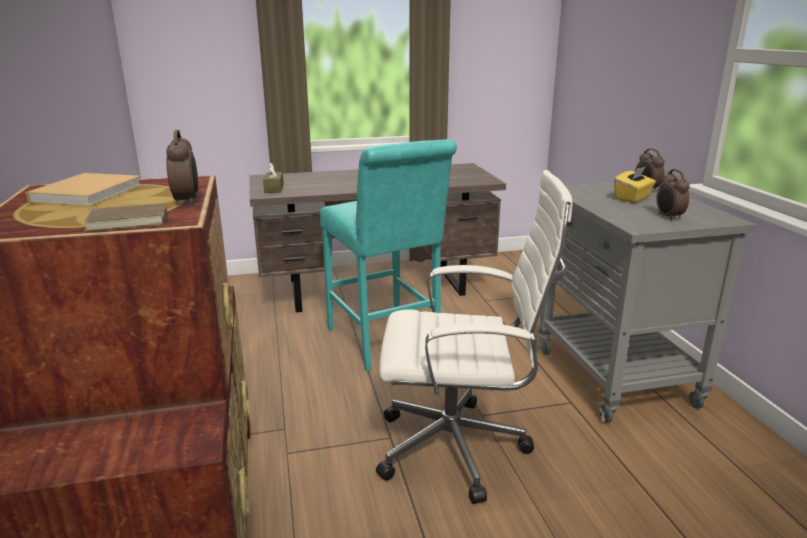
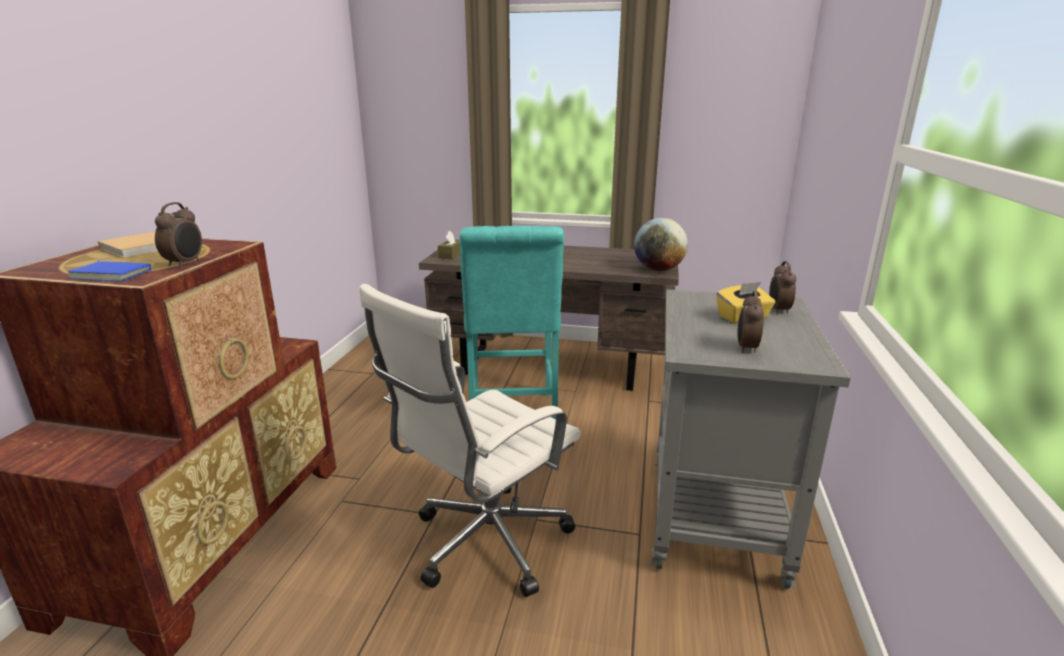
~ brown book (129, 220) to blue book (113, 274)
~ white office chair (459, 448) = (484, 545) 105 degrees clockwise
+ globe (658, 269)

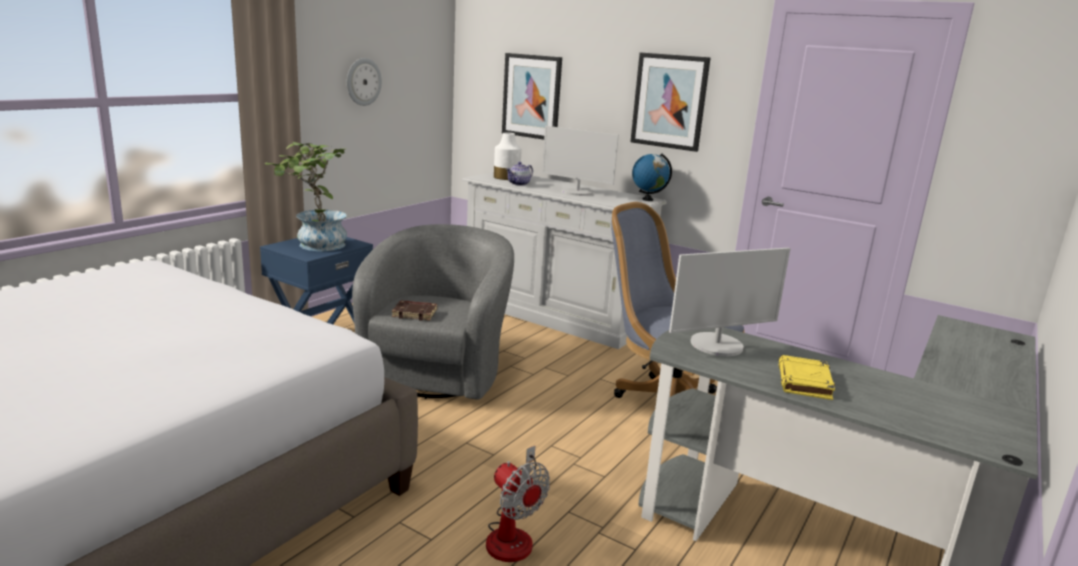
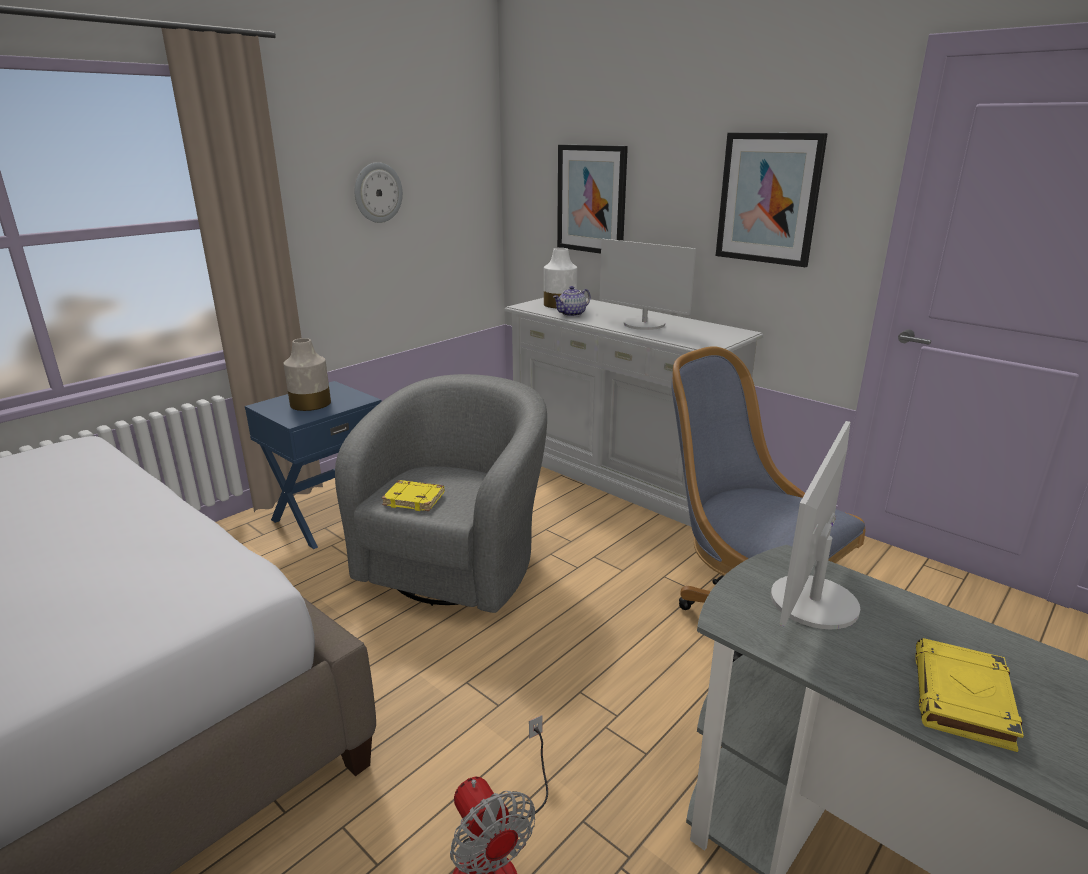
~ potted plant (315, 245) to beige vase (310, 403)
~ brown book (415, 313) to yellow book (415, 499)
- globe (647, 199)
~ monitor (717, 345) = (812, 602) 135 degrees clockwise

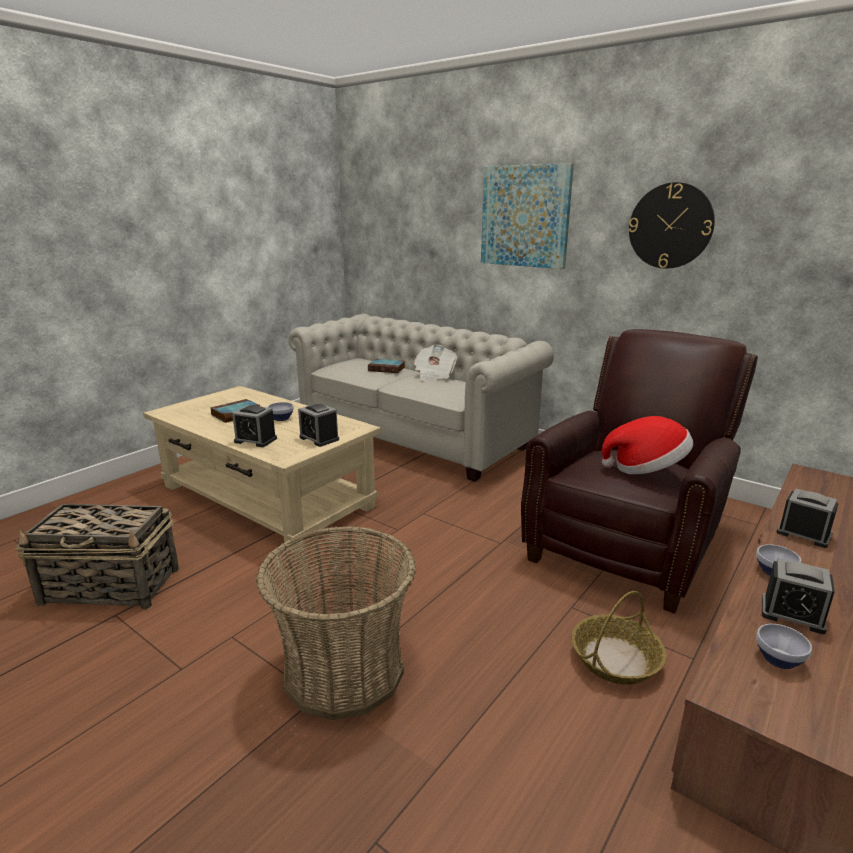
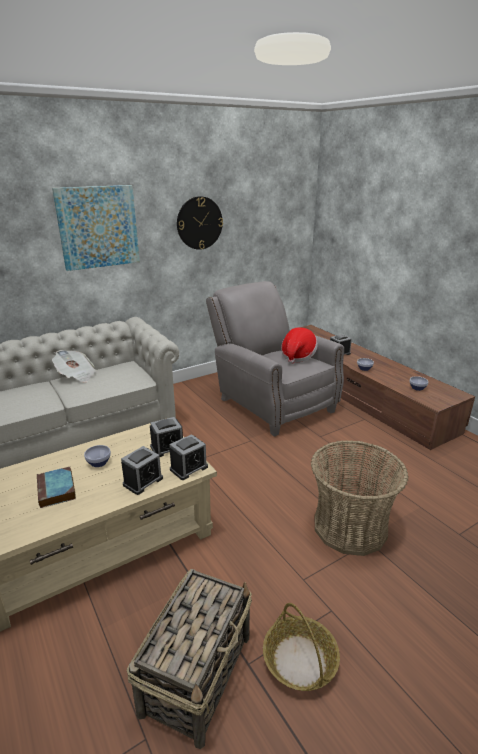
- book (387, 369)
~ brown armchair (629, 540) to grey armchair (271, 401)
~ basket (615, 659) to (300, 660)
~ alarm clock (792, 614) to (189, 468)

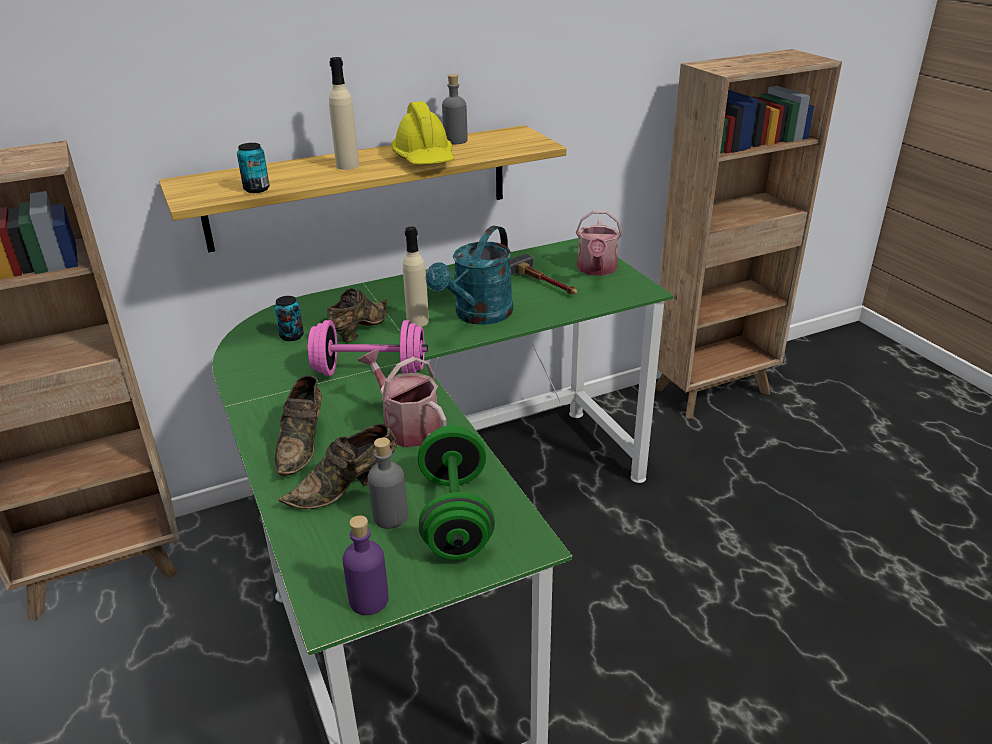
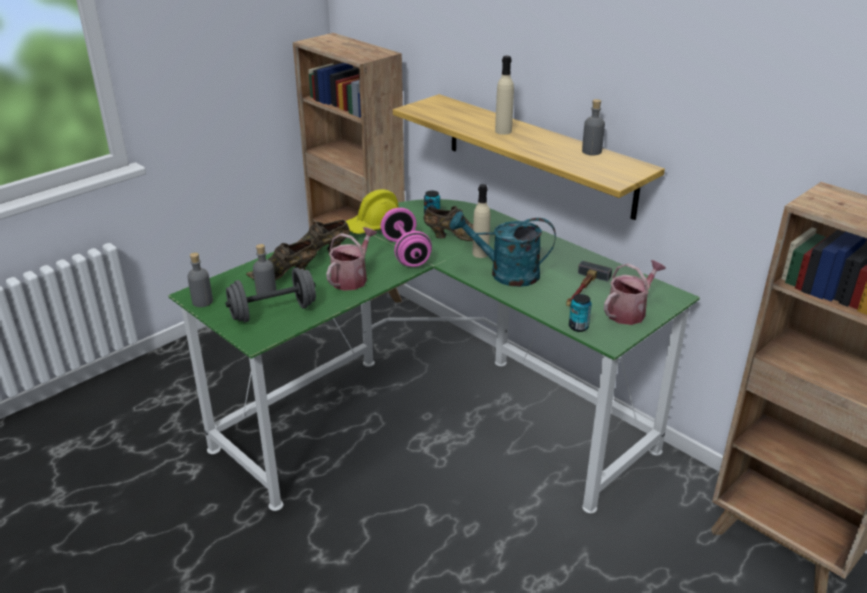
~ can (256, 189) to (578, 327)
~ brown shoe (347, 488) = (286, 274) 60 degrees counterclockwise
~ purple bottle (369, 600) to grey bottle (202, 302)
~ yellow hard hat (424, 159) to (373, 227)
~ green dumbbell (455, 516) to grey dumbbell (273, 312)
~ watering can (596, 270) = (629, 311) 150 degrees clockwise

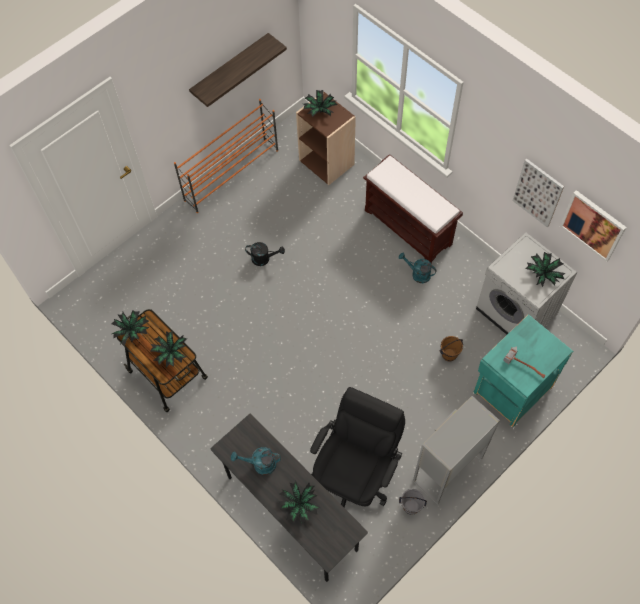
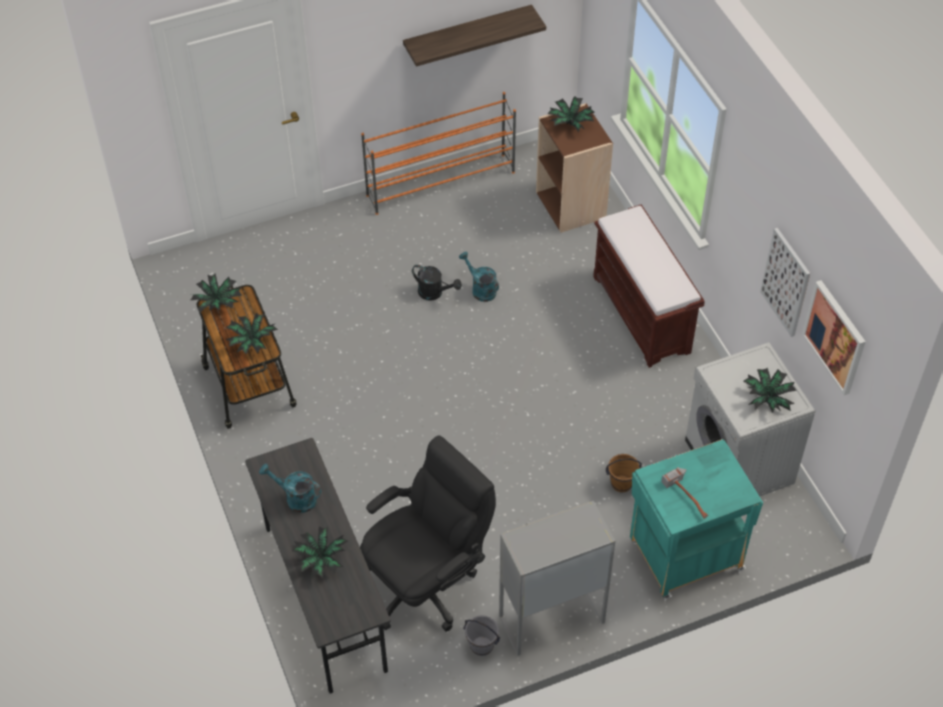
~ turquoise watering can (417, 274) to (480, 289)

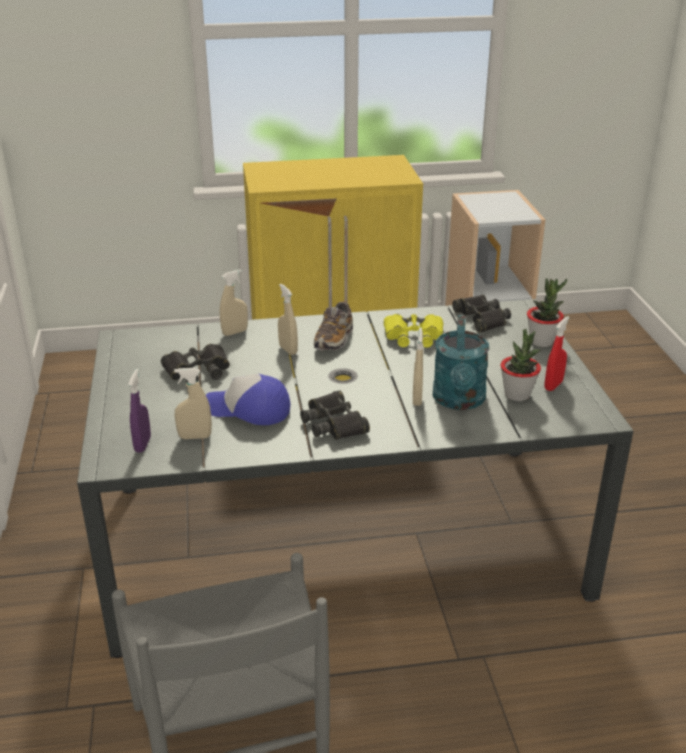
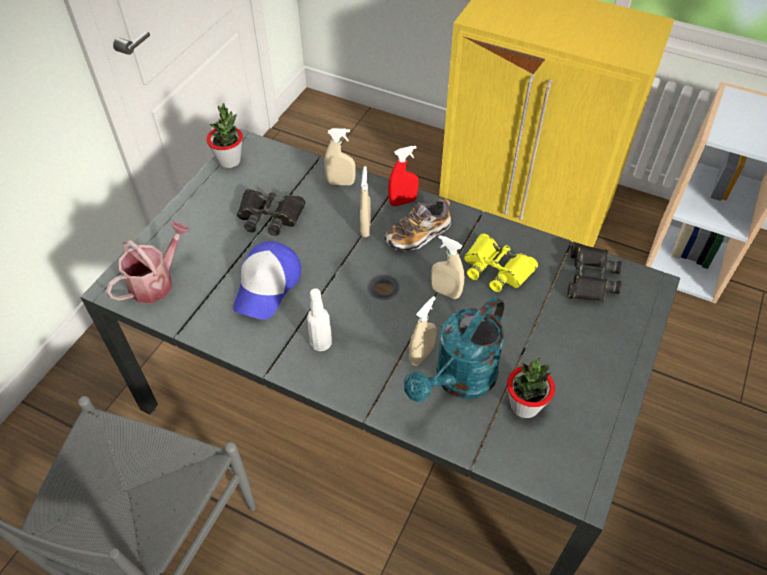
~ purple spray bottle (142, 444) to watering can (156, 282)
~ beige spray bottle (195, 437) to (445, 292)
~ cap (248, 409) = (267, 286) 120 degrees counterclockwise
~ black binoculars (334, 423) to white bottle (321, 343)
~ potted plant (541, 341) to (229, 161)
~ red spray bottle (553, 385) to (403, 202)

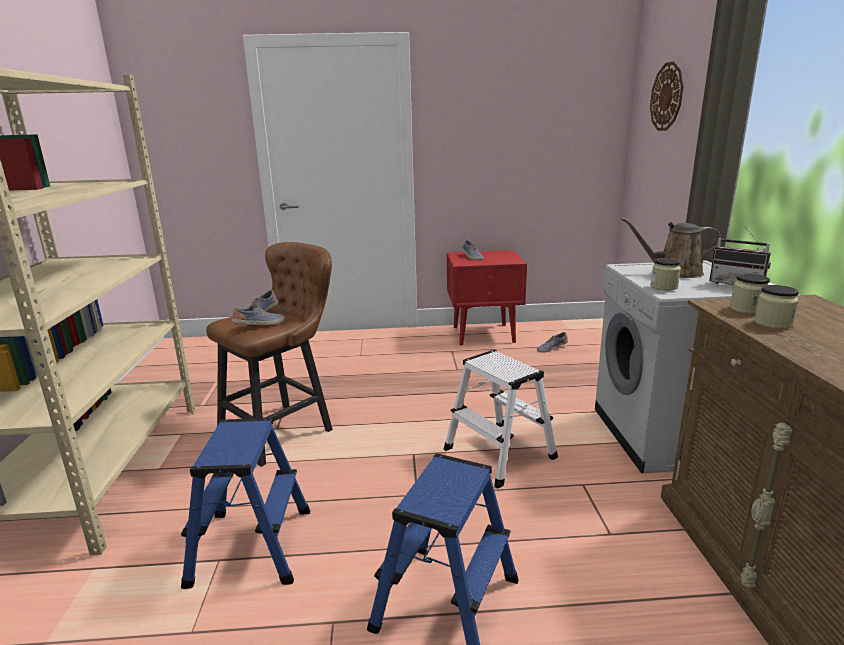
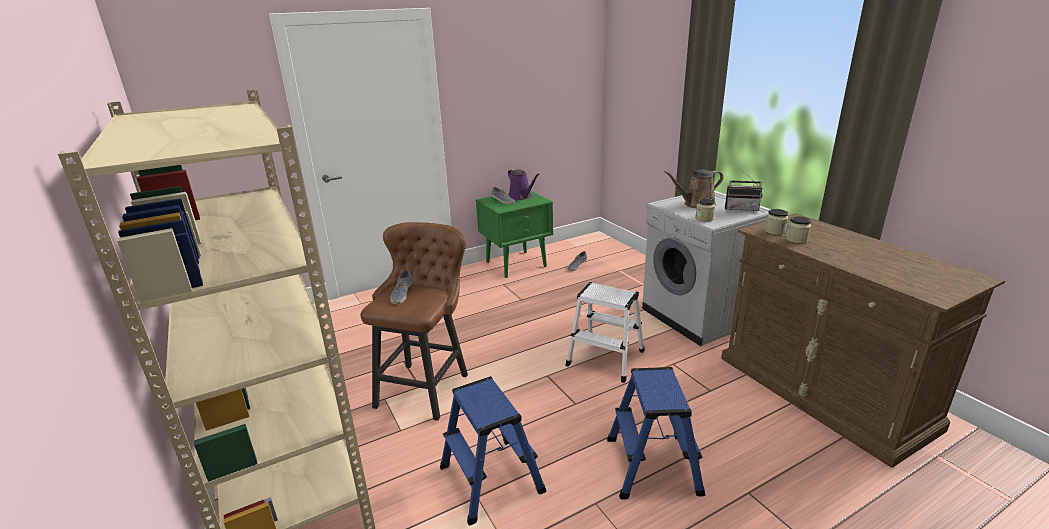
- shoe (260, 325)
~ red nightstand (484, 334) to green nightstand (517, 264)
- wall clock (667, 97)
+ purple watering can (521, 196)

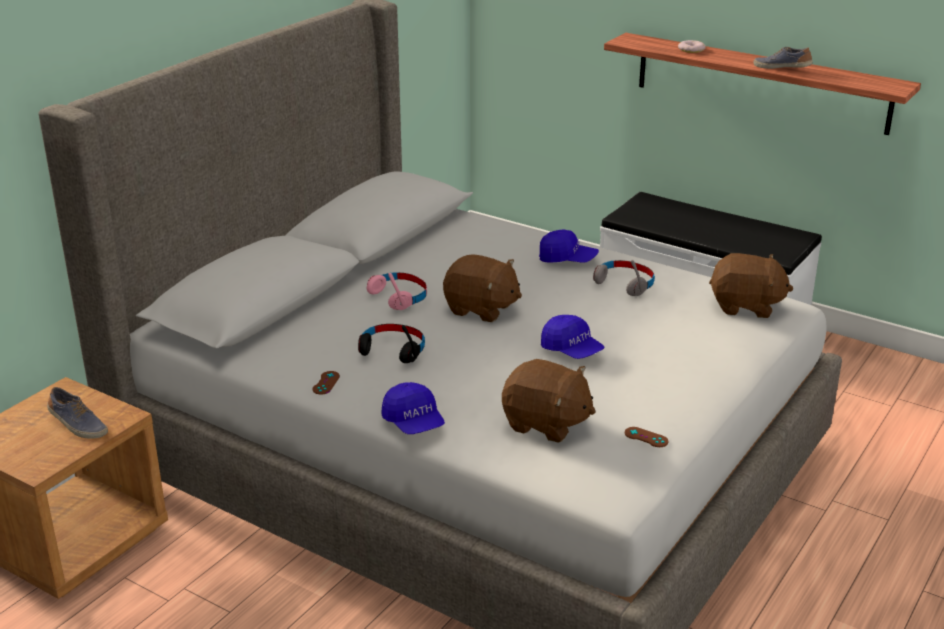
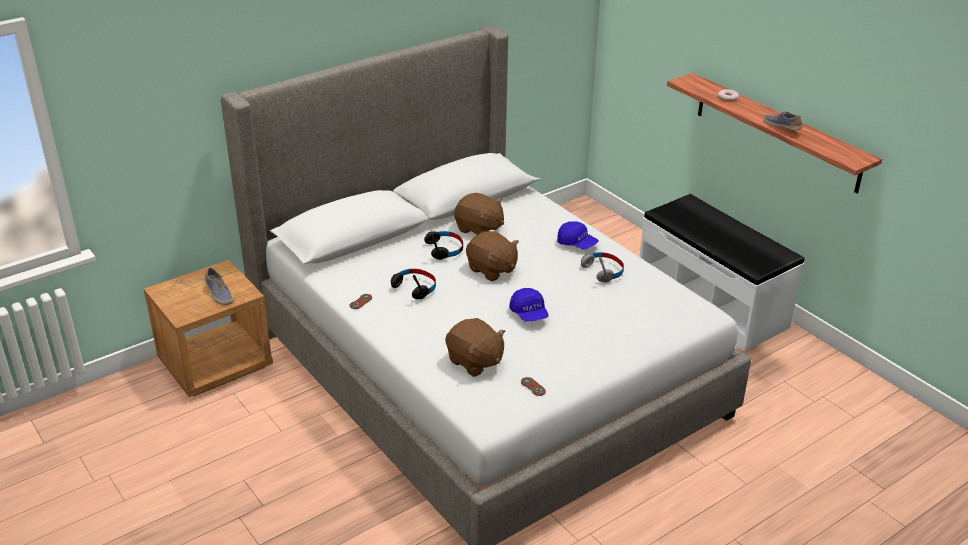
~ pink headphones (399, 297) to black headphones (444, 249)
- blue cap (414, 423)
~ brown plush toy (746, 306) to (479, 229)

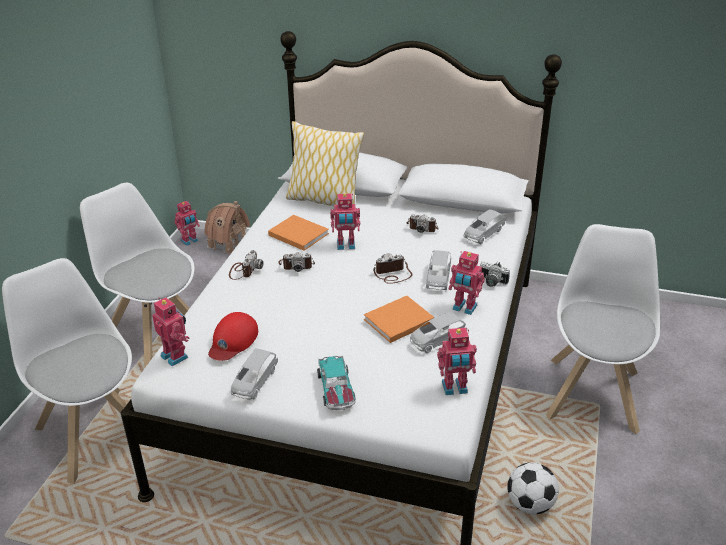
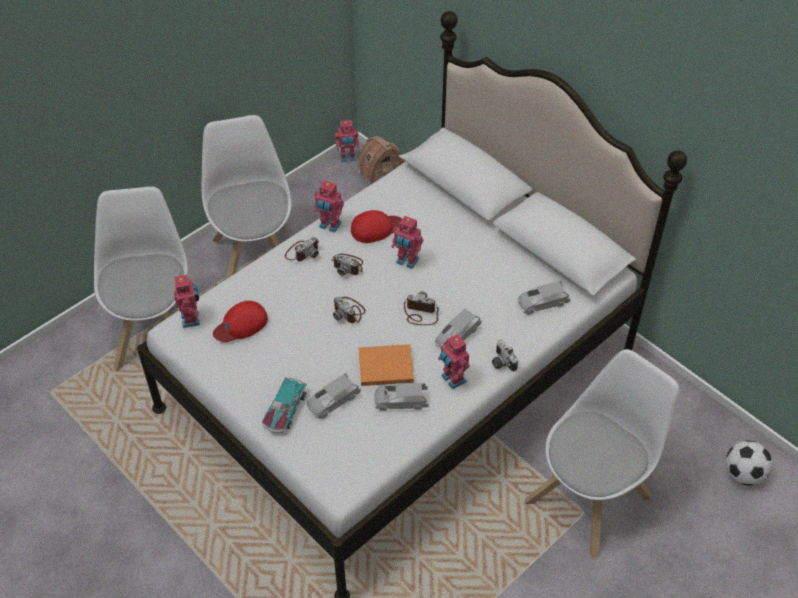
~ grey toy car (254, 382) to (333, 401)
~ orange book (297, 234) to red cap (376, 228)
- pillow (324, 200)
~ photo camera (422, 227) to (349, 311)
~ toy robot (455, 388) to (329, 226)
~ football (530, 504) to (743, 474)

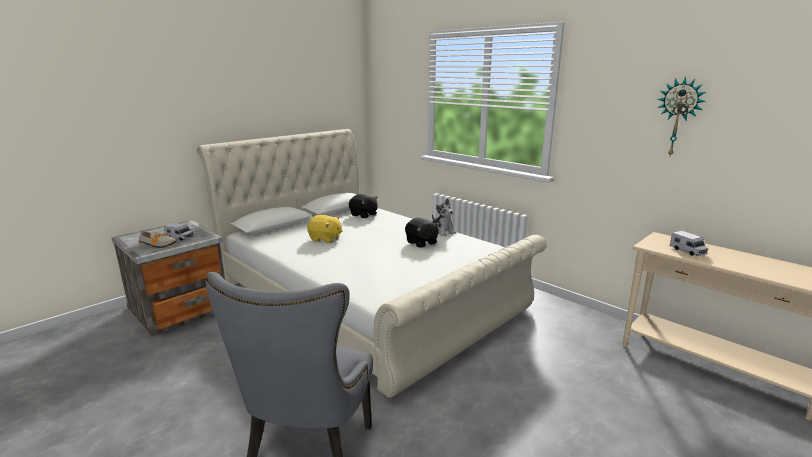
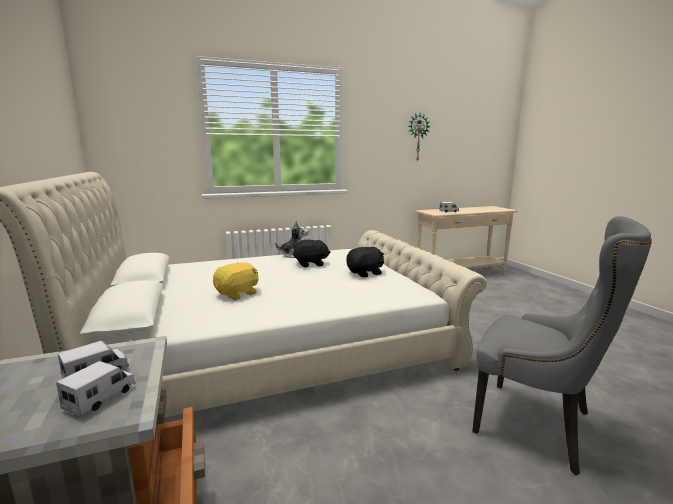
~ shoe (159, 244) to toy truck (101, 398)
~ black plush toy (363, 215) to (365, 273)

